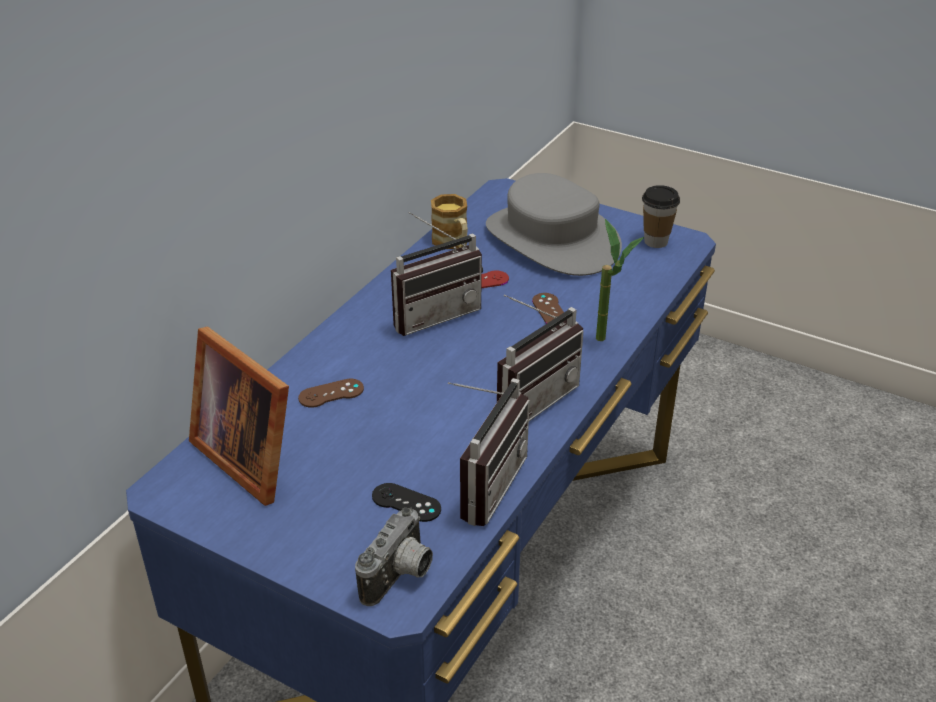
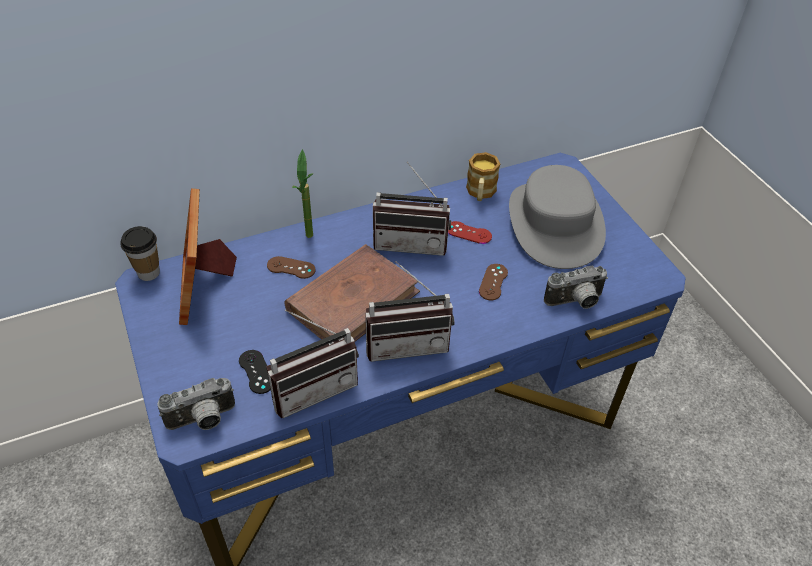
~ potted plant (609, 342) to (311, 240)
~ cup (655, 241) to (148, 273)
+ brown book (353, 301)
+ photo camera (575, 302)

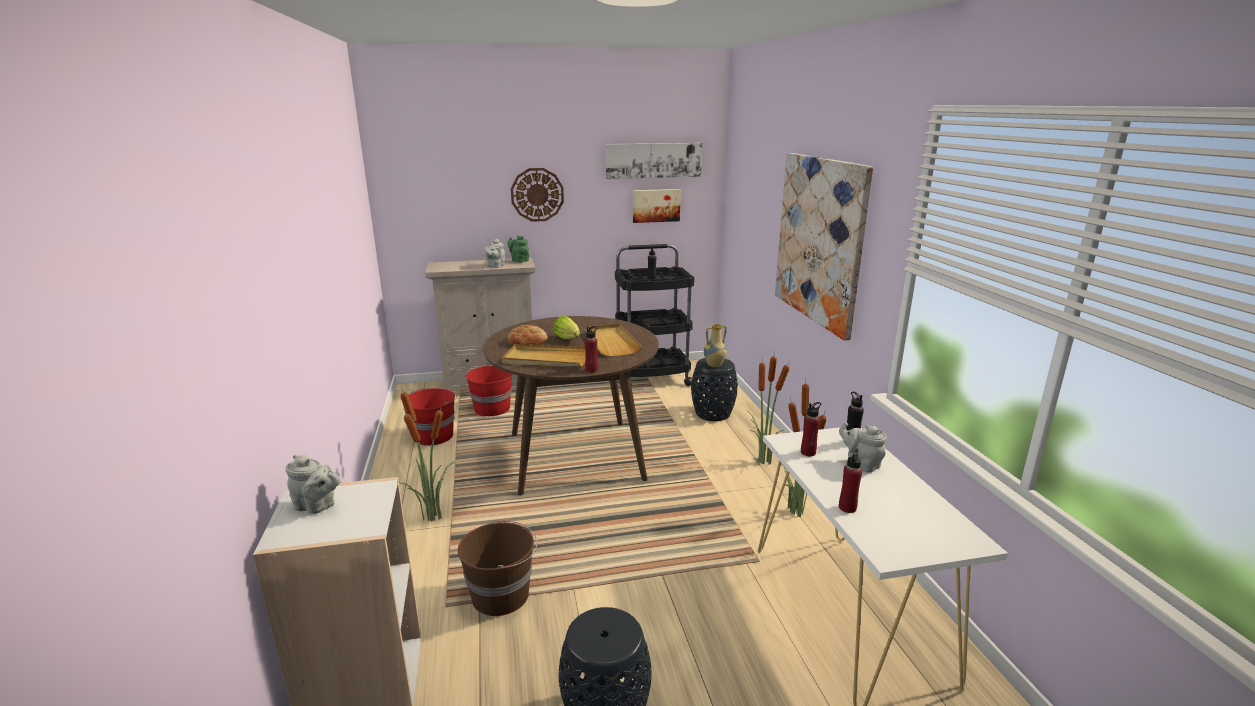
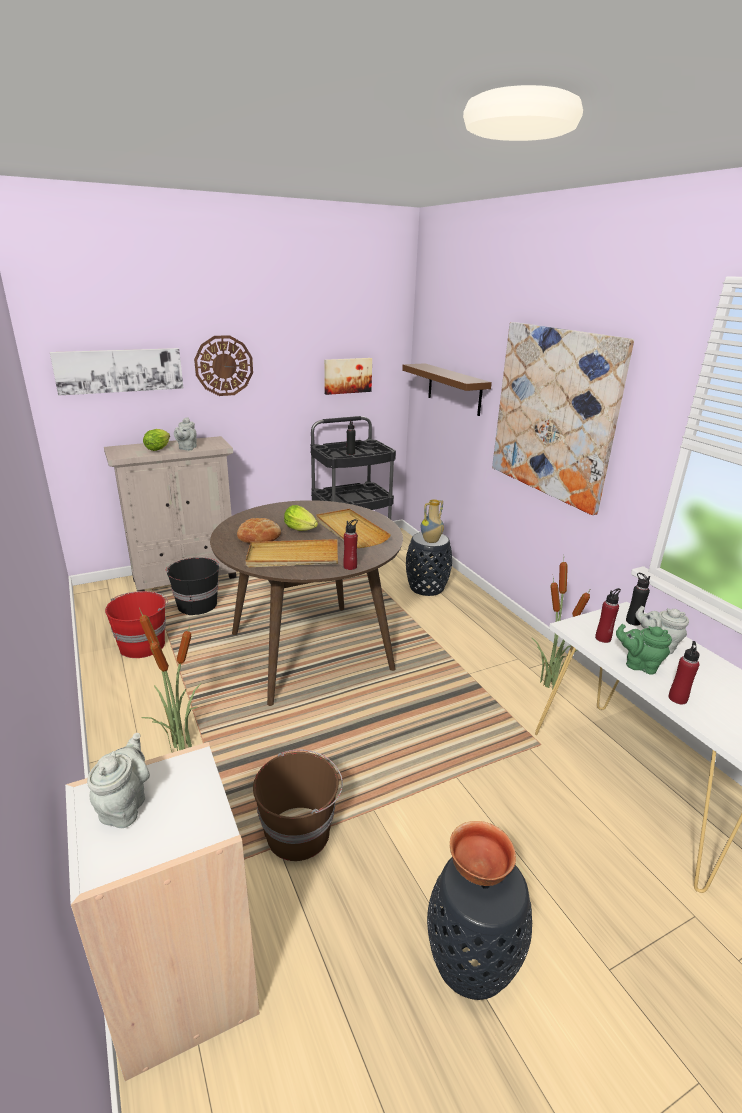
~ grey teapot (317, 506) = (125, 805) 90 degrees counterclockwise
~ red bucket (492, 409) to black bucket (197, 605)
~ green teapot (519, 260) to (639, 665)
~ picture (653, 160) to (119, 370)
- potted plant (763, 461)
+ lettuce (159, 448)
+ brown shelf (454, 389)
+ bowl (480, 868)

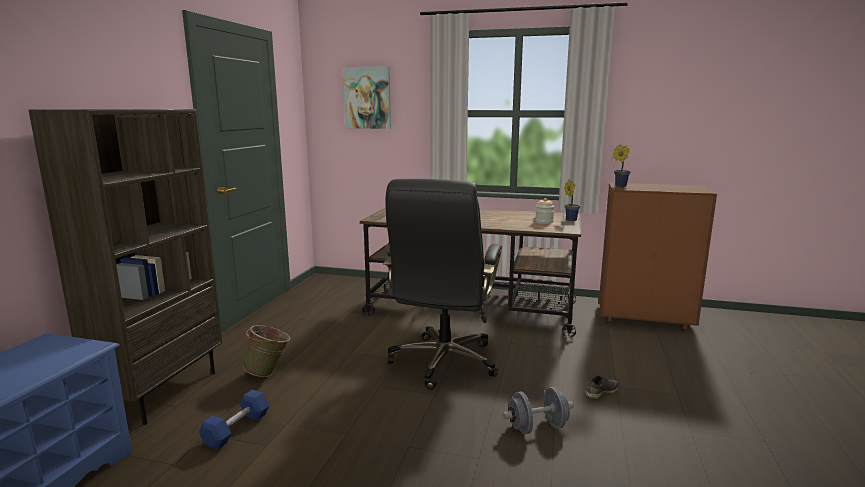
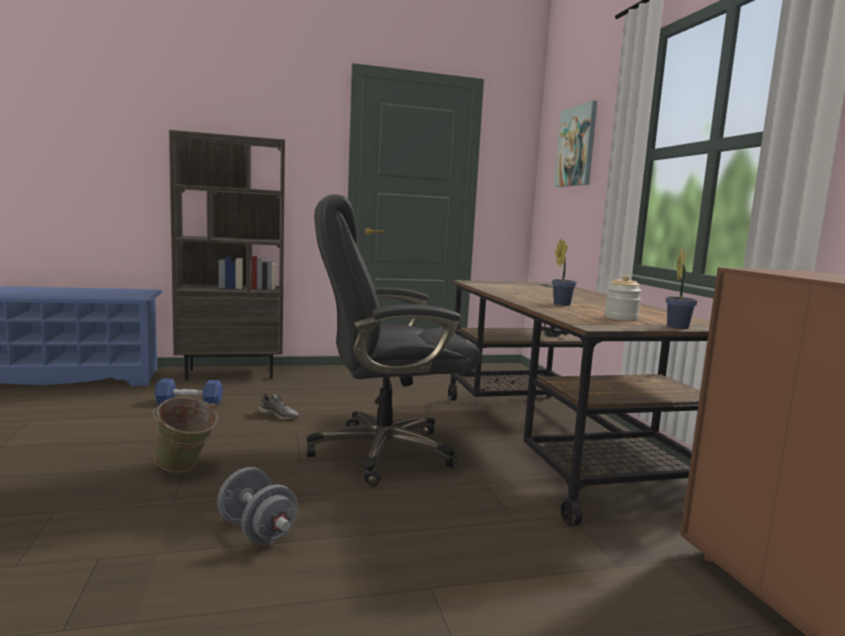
~ green bucket (269, 373) to (184, 470)
~ grey shoe (601, 392) to (279, 415)
~ potted plant (619, 186) to (561, 304)

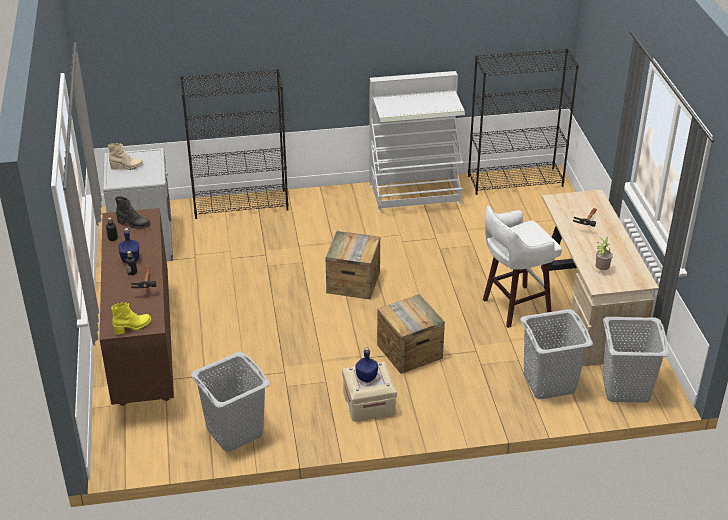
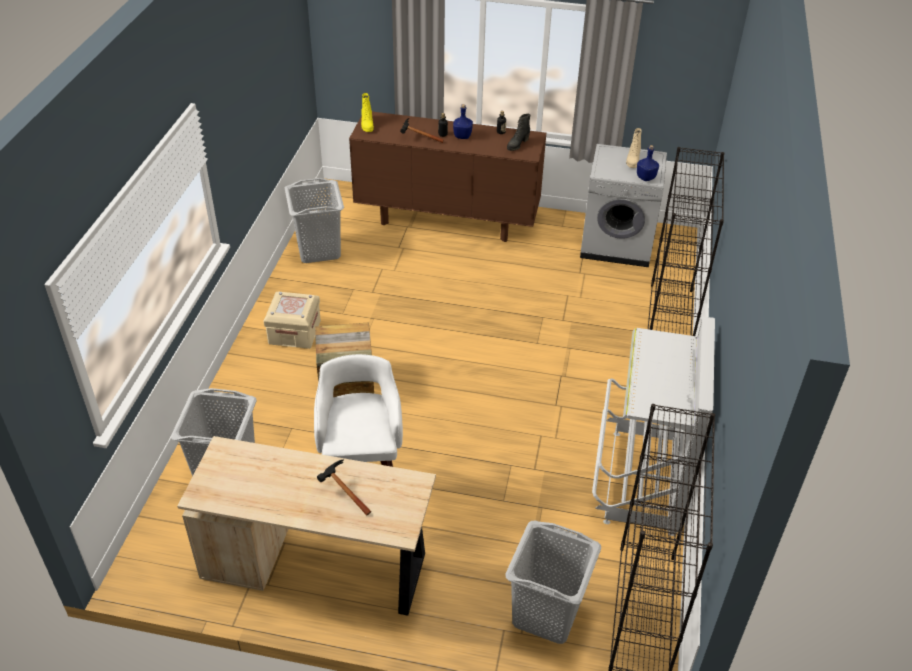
- crate (353, 282)
~ blue bottle (367, 377) to (646, 178)
- potted plant (601, 270)
~ grey laundry basket (626, 388) to (545, 614)

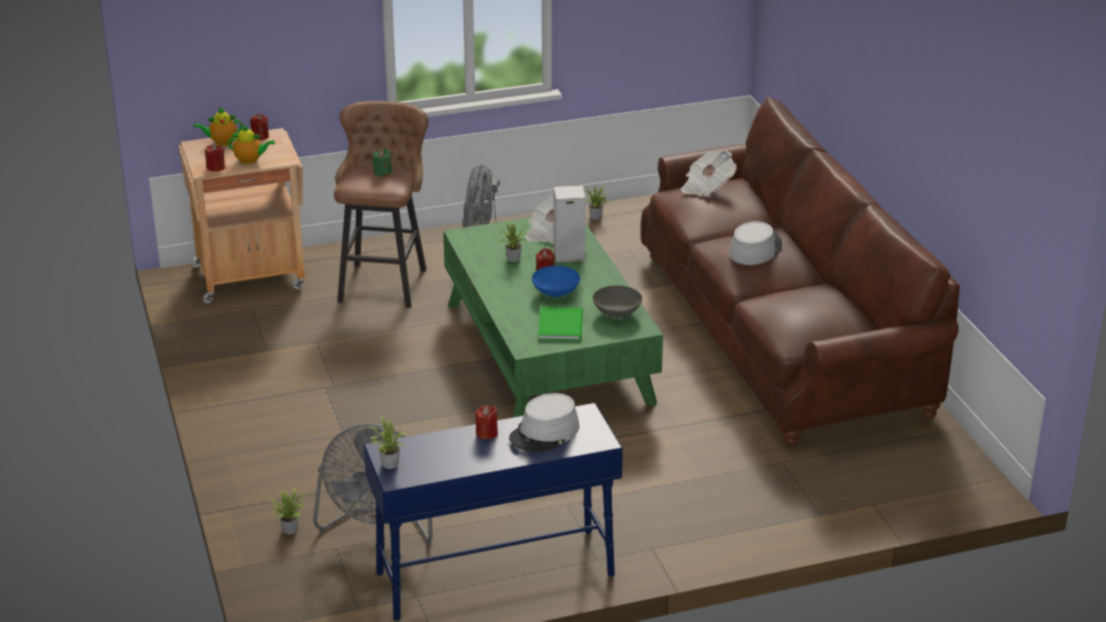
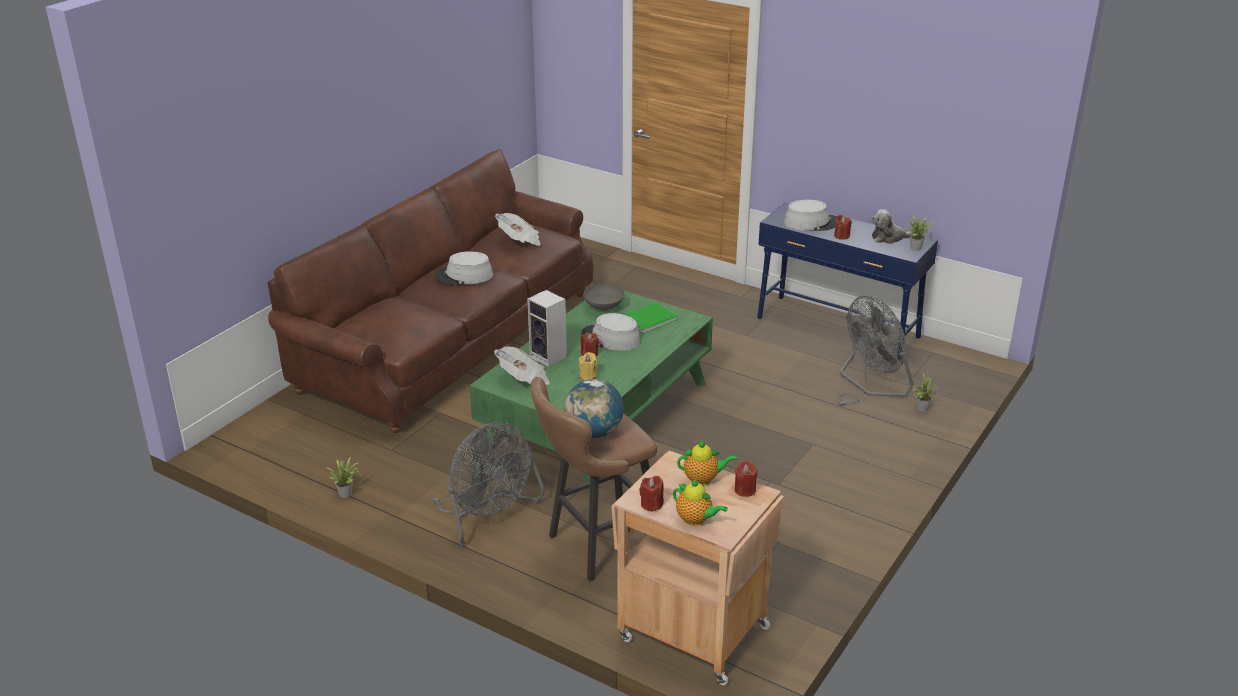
~ teapot (250, 160) = (703, 479) 120 degrees clockwise
~ green candle (382, 172) to globe (594, 432)
~ potted plant (512, 259) to yellow candle (588, 376)
~ blue bowl (555, 293) to grey hat (610, 339)
~ newspaper (706, 187) to (519, 240)
+ plush toy (889, 238)

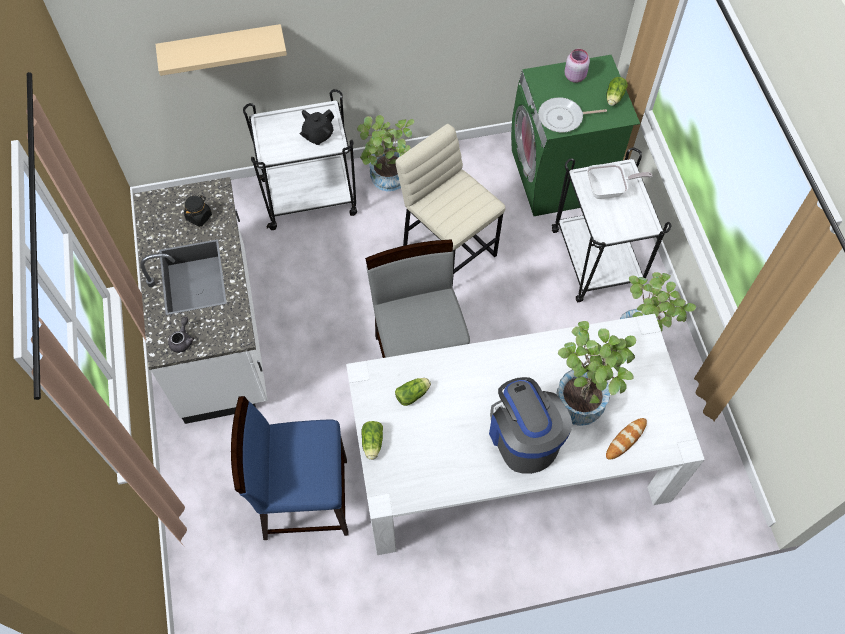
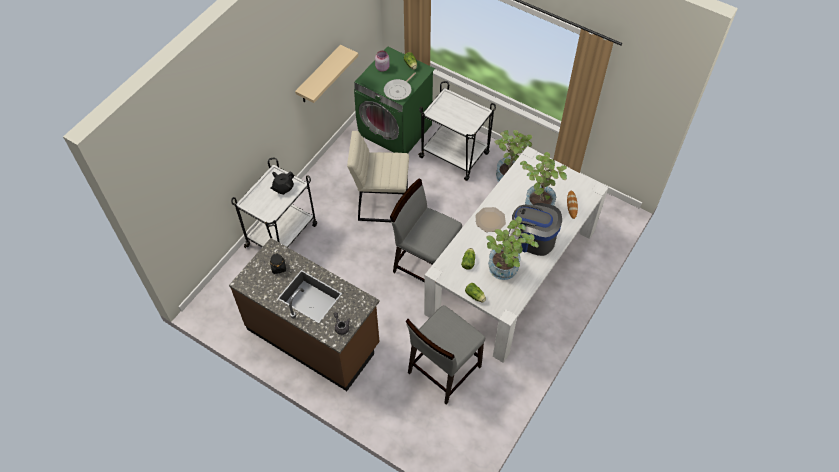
~ white counter (219, 334) to brown counter (314, 336)
~ beige shelf (222, 48) to (319, 75)
~ blue chair (304, 498) to grey chair (443, 370)
~ black teapot (318, 135) = (283, 188) 45 degrees clockwise
~ potted plant (387, 181) to (505, 271)
- frying pan (609, 190)
+ plate (490, 220)

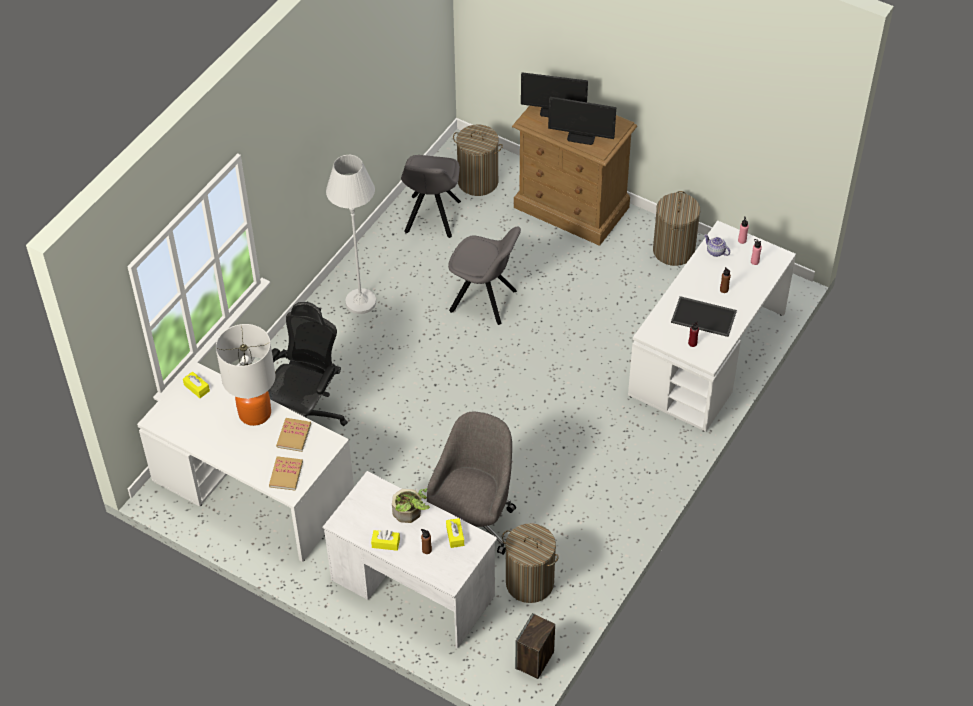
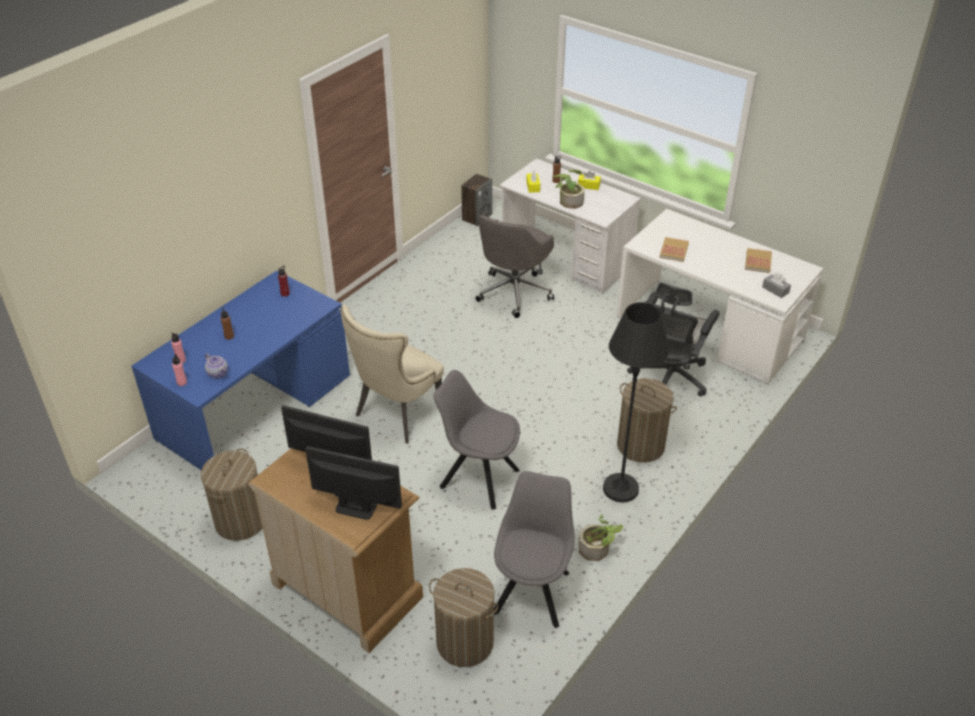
~ yellow tissue box (197, 388) to grey tissue box (775, 290)
- table lamp (255, 413)
~ book (286, 474) to (758, 262)
~ white floor lamp (360, 302) to black floor lamp (620, 488)
~ laundry basket (529, 582) to (641, 445)
~ white desk (708, 354) to blue desk (254, 406)
- tray (704, 316)
+ beige chair (398, 414)
+ potted plant (598, 548)

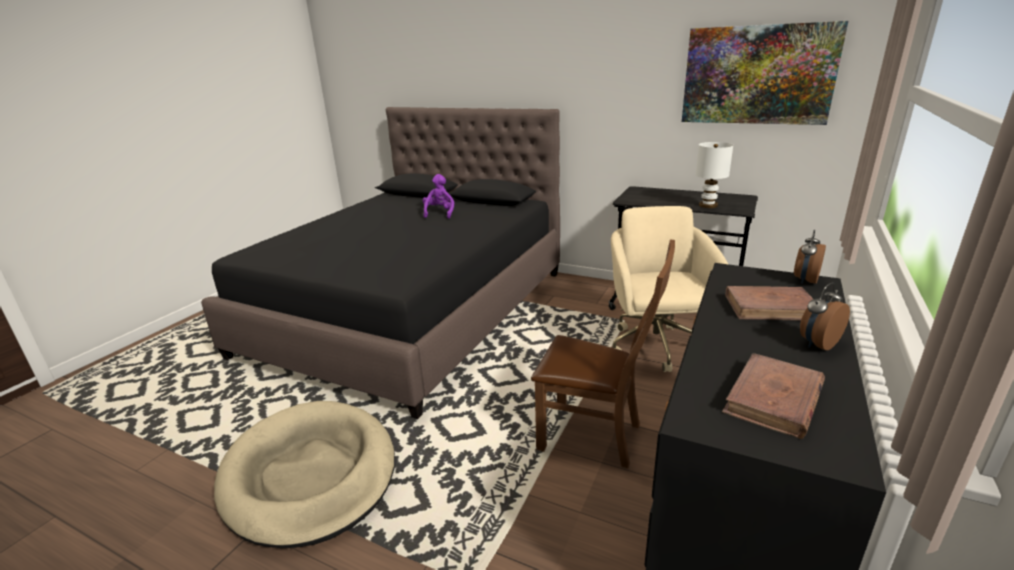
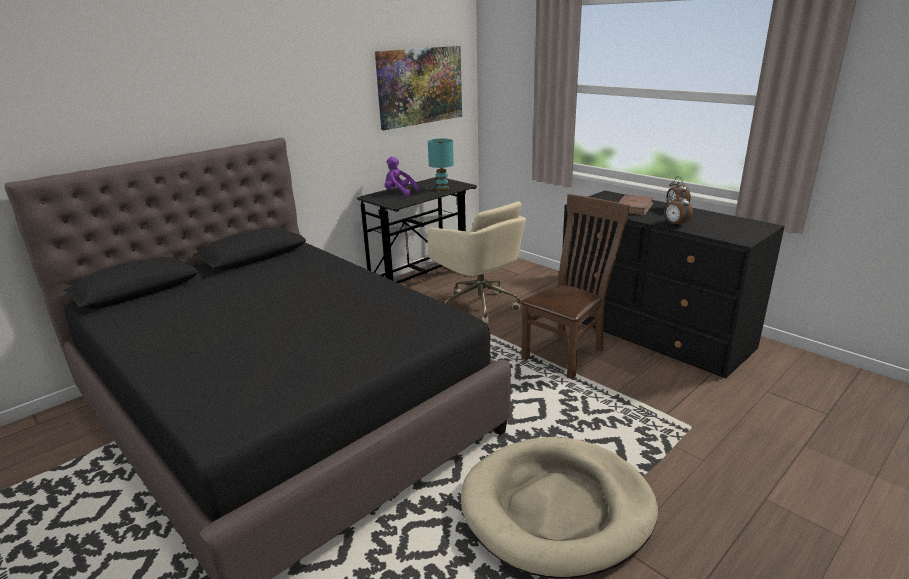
~ purple plush toy (439, 213) to (399, 193)
~ beige office chair (656, 349) = (478, 305) 150 degrees counterclockwise
~ white table lamp (708, 205) to turquoise table lamp (442, 189)
- brown book (773, 399)
~ alarm clock (804, 280) to (675, 224)

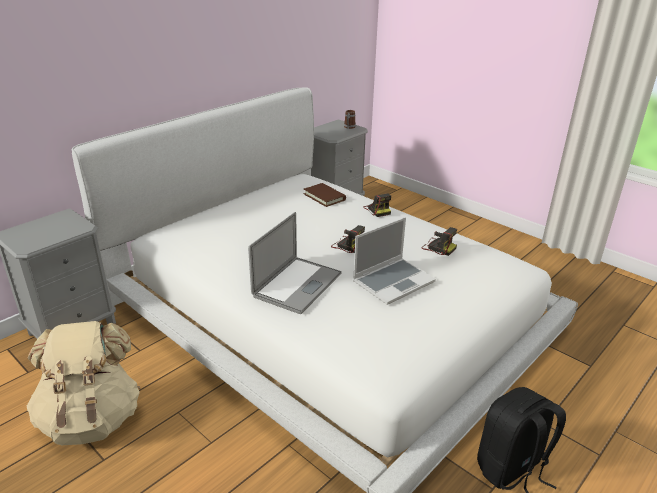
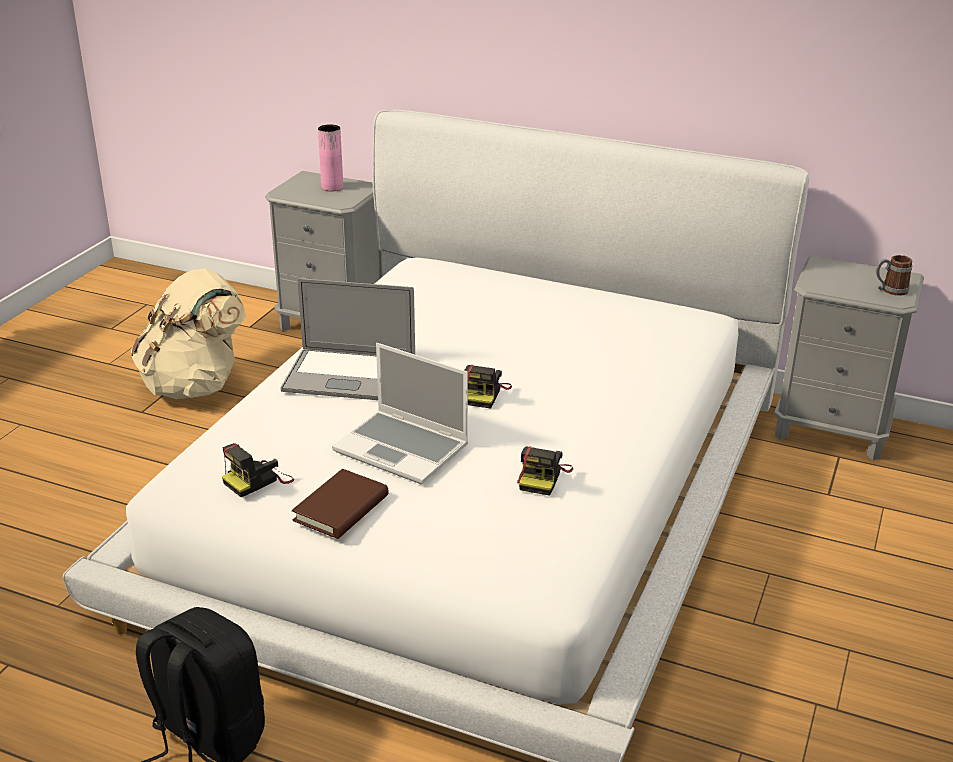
~ brown book (324, 197) to (341, 508)
~ photo camera (377, 210) to (258, 480)
+ pink vase (332, 187)

